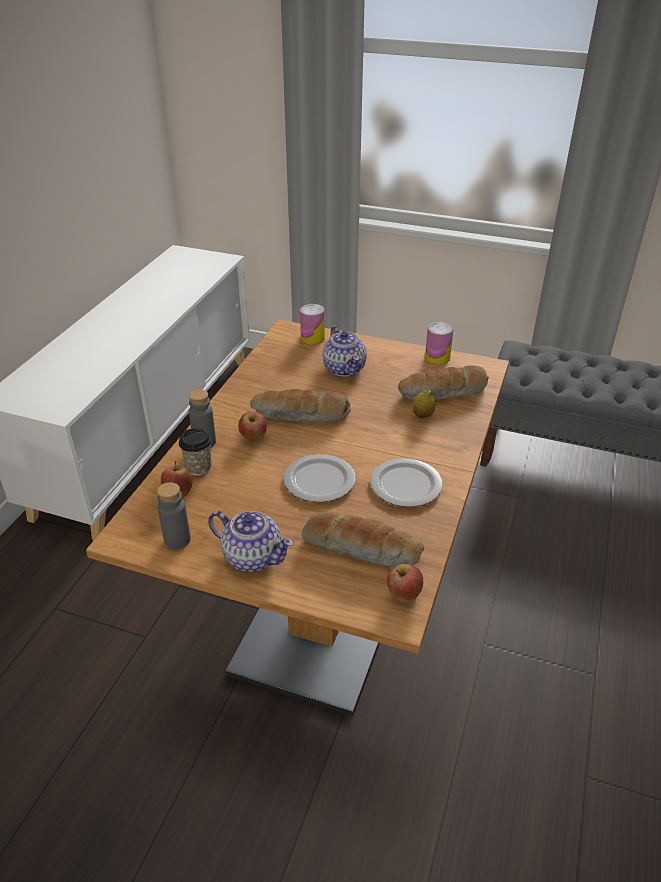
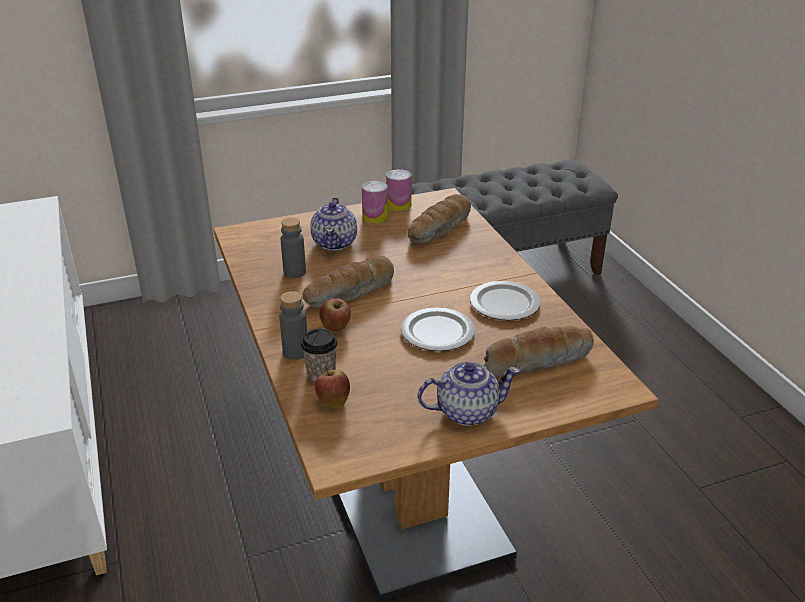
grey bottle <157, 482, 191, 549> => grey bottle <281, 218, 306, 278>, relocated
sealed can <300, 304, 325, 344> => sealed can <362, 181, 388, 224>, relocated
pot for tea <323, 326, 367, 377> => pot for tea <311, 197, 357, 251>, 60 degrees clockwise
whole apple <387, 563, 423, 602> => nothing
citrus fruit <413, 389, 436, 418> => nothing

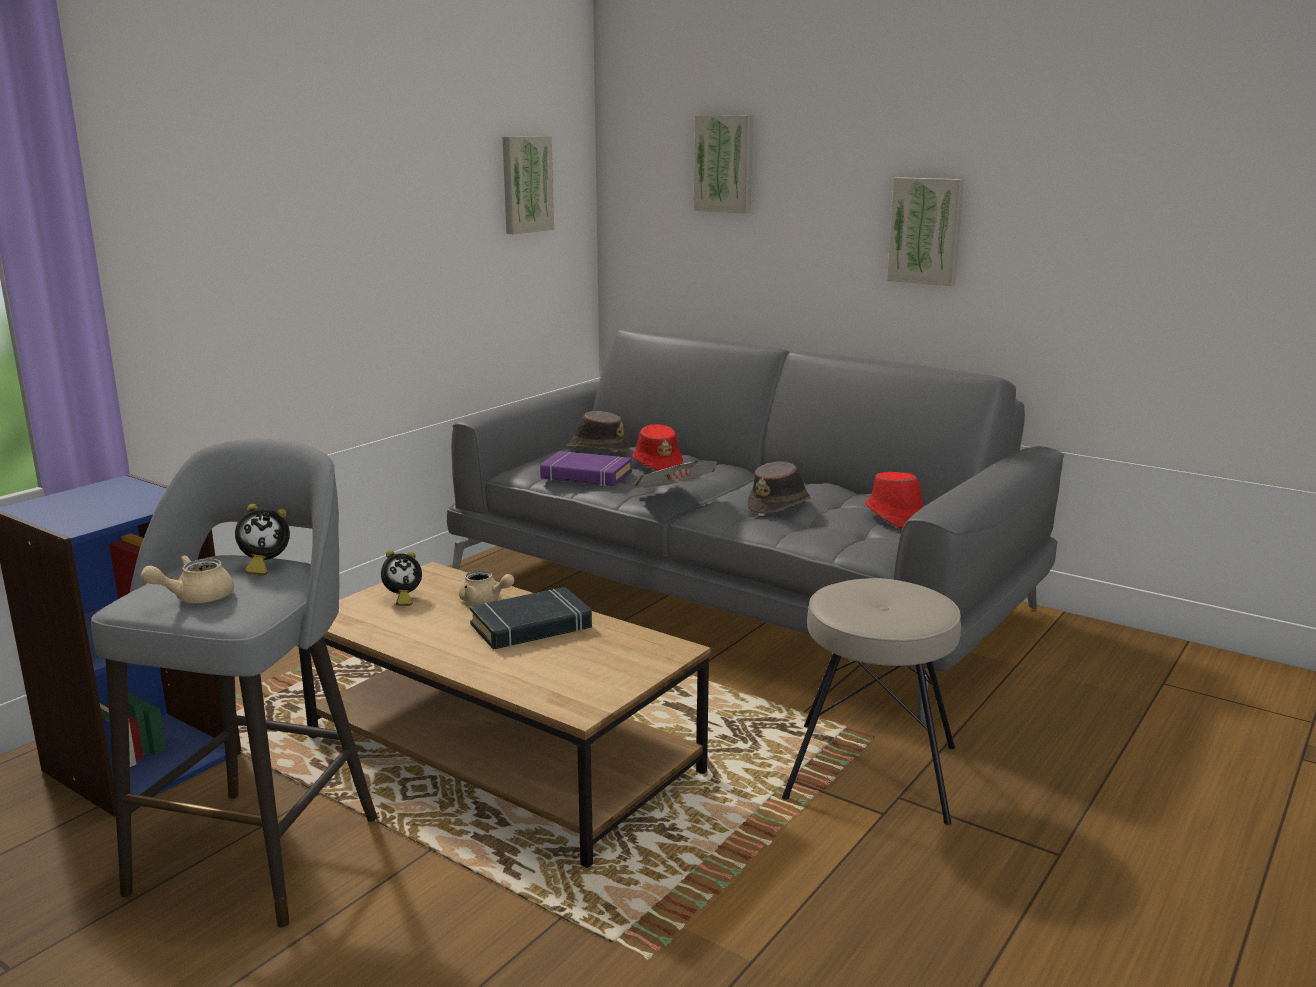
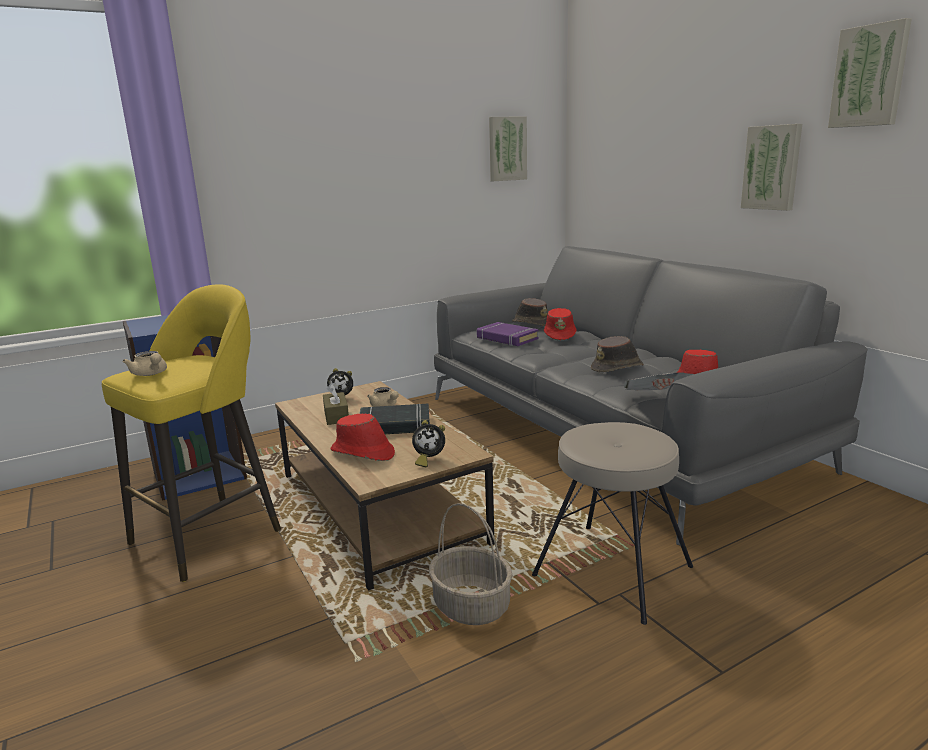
grey sitting stool <91, 437, 377, 928> => yellow-coloured sitting stool <102, 284, 281, 582>
sand-coloured pot for tea <141, 555, 234, 603> => sand-coloured pot for tea <123, 351, 167, 376>, 120 degrees counterclockwise
alarm clock <235, 504, 290, 576> => alarm clock <412, 420, 445, 467>, relocated
daily paper <633, 460, 718, 488> => daily paper <624, 372, 694, 390>, relocated
wall picture <694, 115, 753, 213> => wall picture <828, 18, 912, 128>, relocated
nothing => brown box of tissues <323, 384, 349, 425>
nothing => red clothing hat <331, 414, 395, 461>
nothing => storage basket <429, 503, 513, 625>

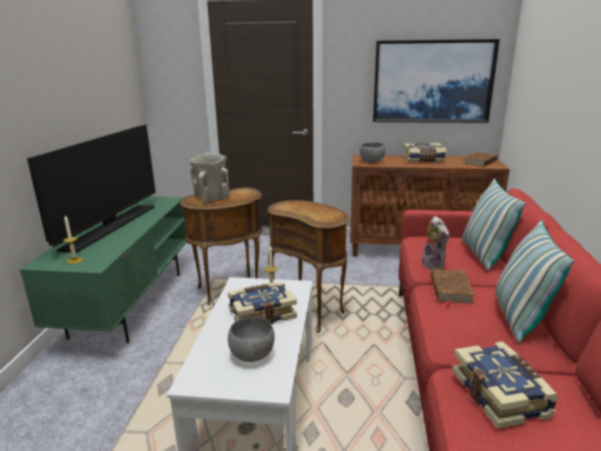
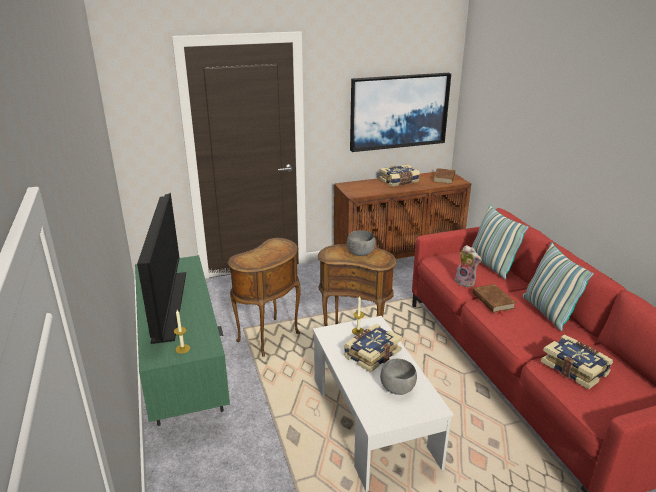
sand-coloured flower vase <190, 152, 229, 204> => nothing
grey bowl <360, 143, 385, 163> => grey bowl <347, 230, 376, 256>, relocated

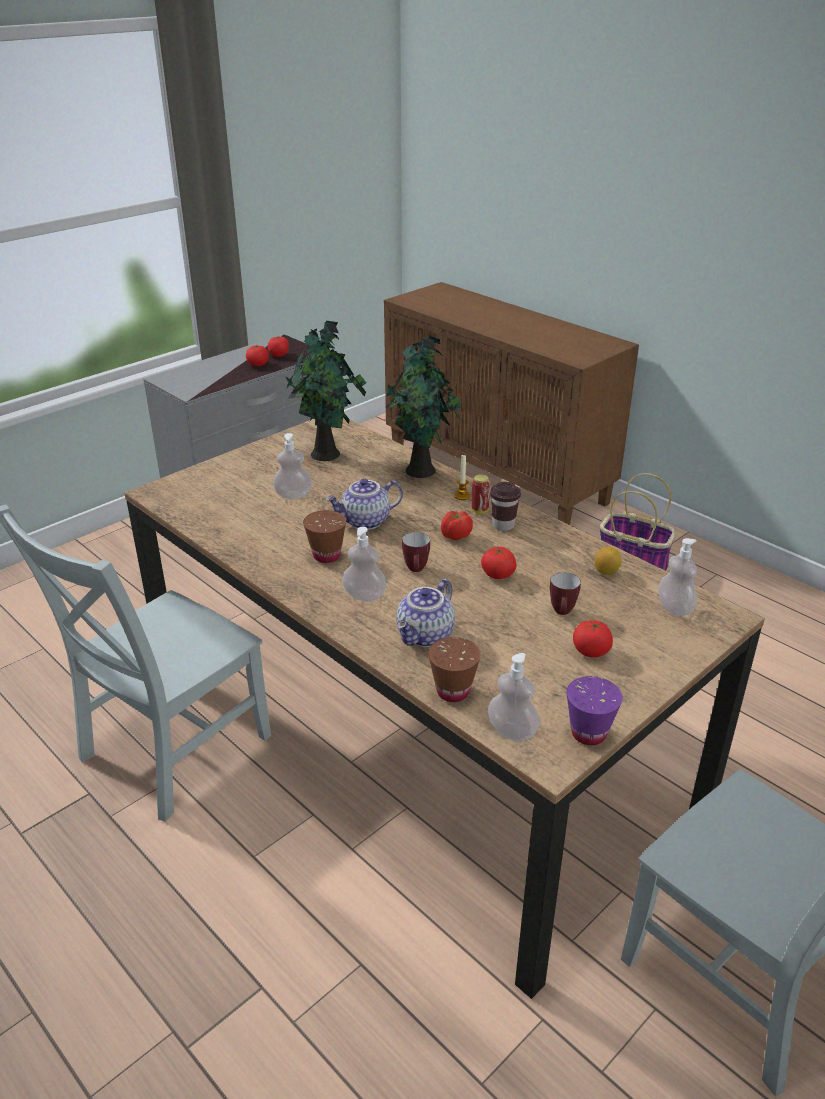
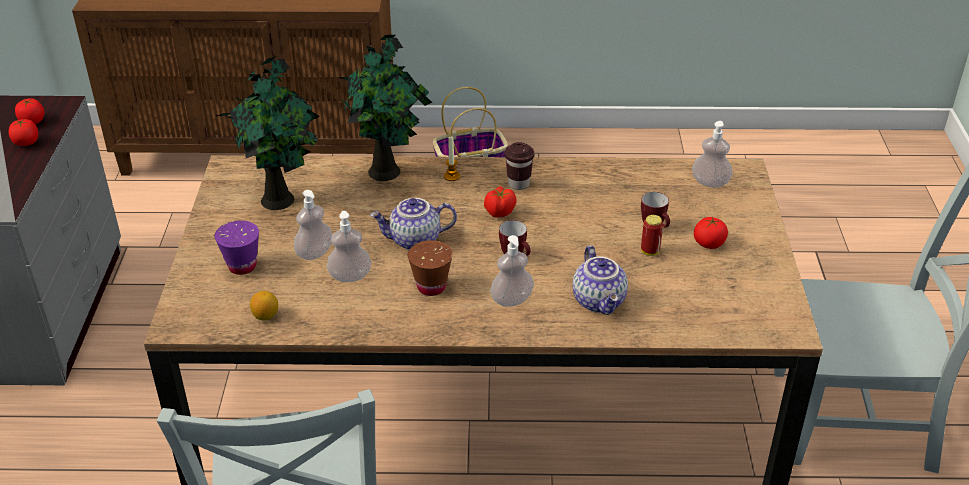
pot for tea <326, 479, 403, 530> => pot for tea <370, 198, 457, 250>, 60 degrees clockwise
brown cup <428, 637, 481, 702> => nothing
sealed can <471, 474, 490, 514> => sealed can <641, 215, 663, 256>, relocated
whole tomato <481, 547, 516, 579> => nothing
liquid soap bottle <488, 653, 540, 741> => liquid soap bottle <327, 211, 371, 282>, relocated
purple-coloured cup <566, 676, 623, 745> => purple-coloured cup <215, 220, 259, 275>, relocated
citrus fruit <594, 547, 622, 575> => citrus fruit <250, 291, 278, 321>, relocated

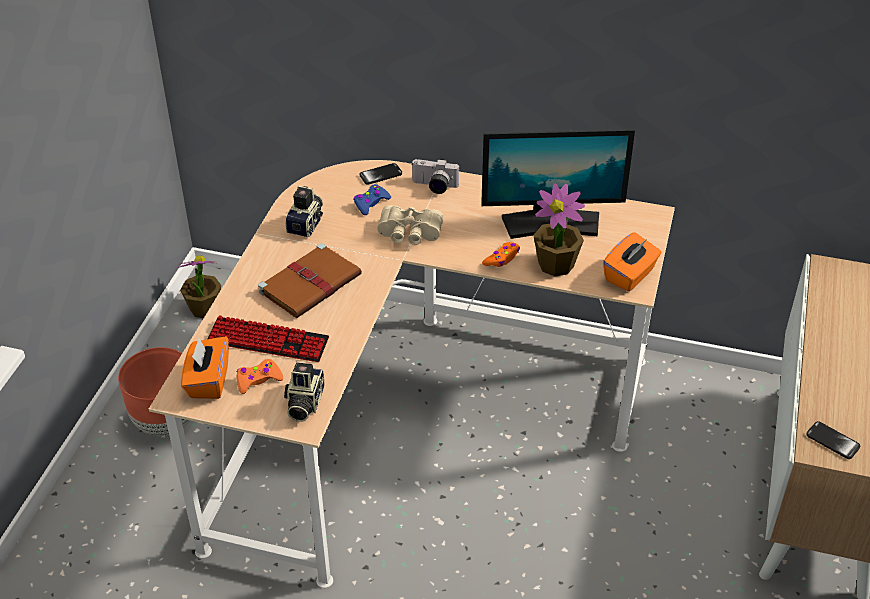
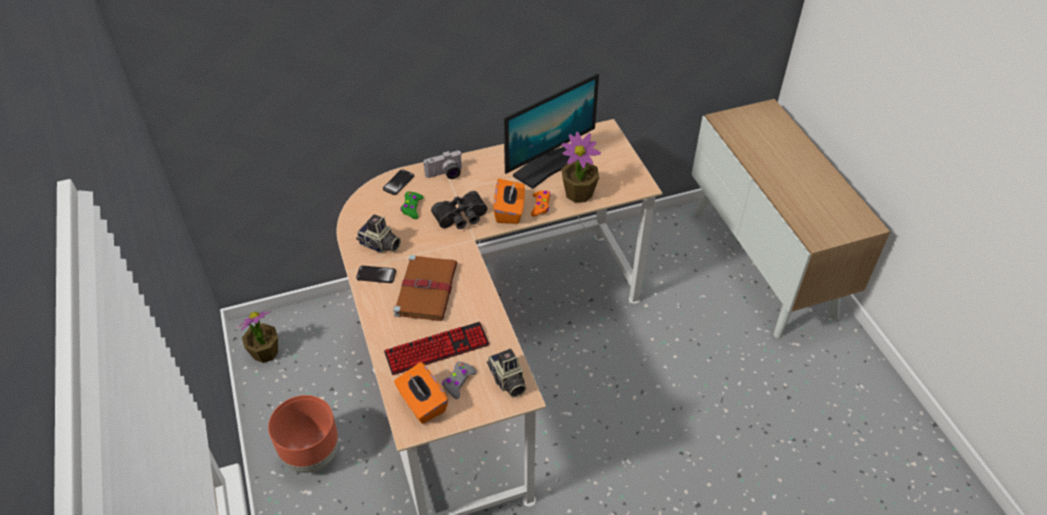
orange joypad <236, 359, 283, 394> => grey joypad <442, 362, 477, 399>
photo camera <285, 186, 323, 237> => photo camera <356, 214, 401, 254>, 135 degrees clockwise
bluish joypad <354, 184, 391, 215> => green-coloured joypad <401, 191, 424, 219>
sand-coloured binoculars <377, 205, 444, 245> => black-coloured binoculars <431, 191, 487, 229>
orange box of tissues <603, 232, 661, 292> => orange box of tissues <494, 178, 525, 224>, relocated
telephone <806, 421, 860, 459> => telephone <356, 266, 396, 283>, relocated

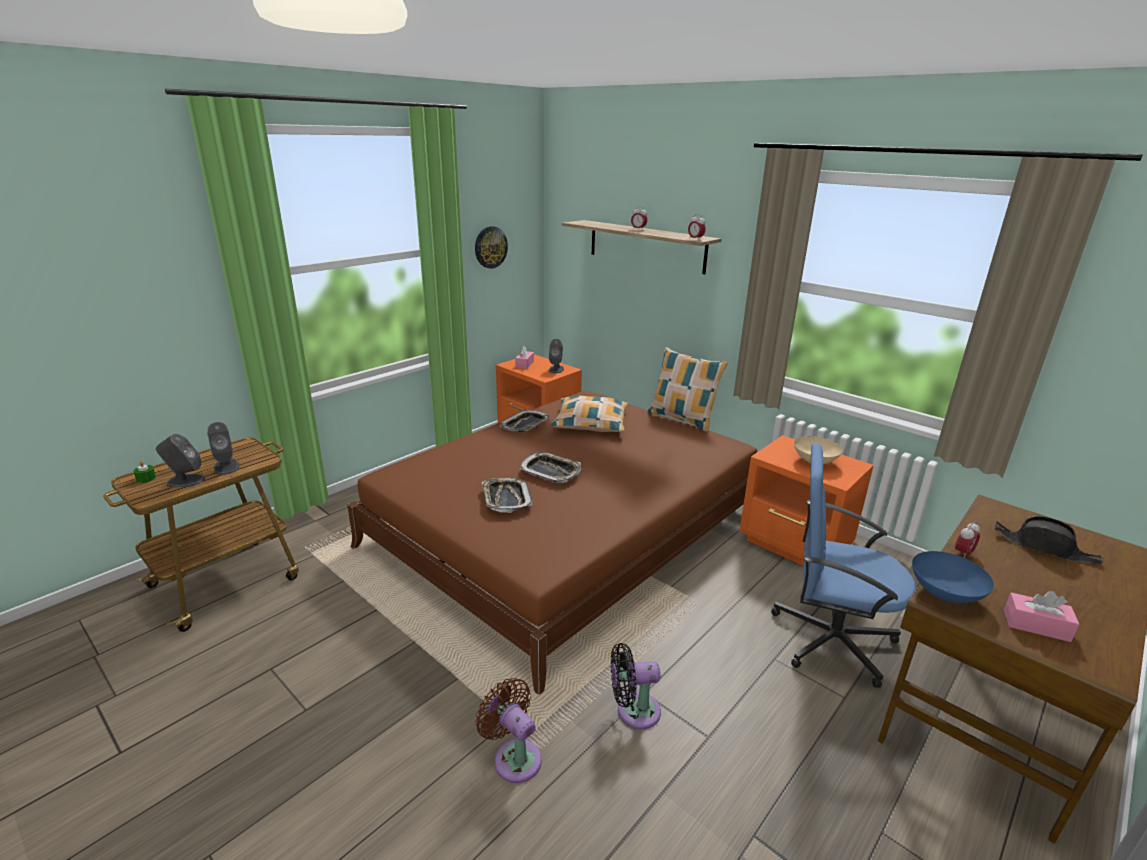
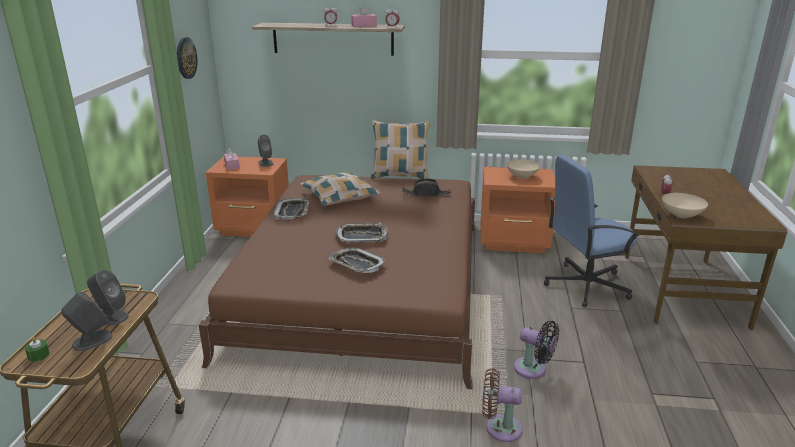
black-coloured fan <611, 643, 661, 729> => black-coloured fan <514, 321, 559, 379>, 105 degrees counterclockwise
bluish bowl <912, 551, 994, 603> => sand-coloured bowl <662, 193, 708, 218>
black-coloured clothing hat <993, 516, 1103, 563> => black-coloured clothing hat <402, 178, 451, 197>, relocated
pinkish box of tissues <1004, 591, 1080, 642> => pinkish box of tissues <351, 5, 377, 27>, relocated

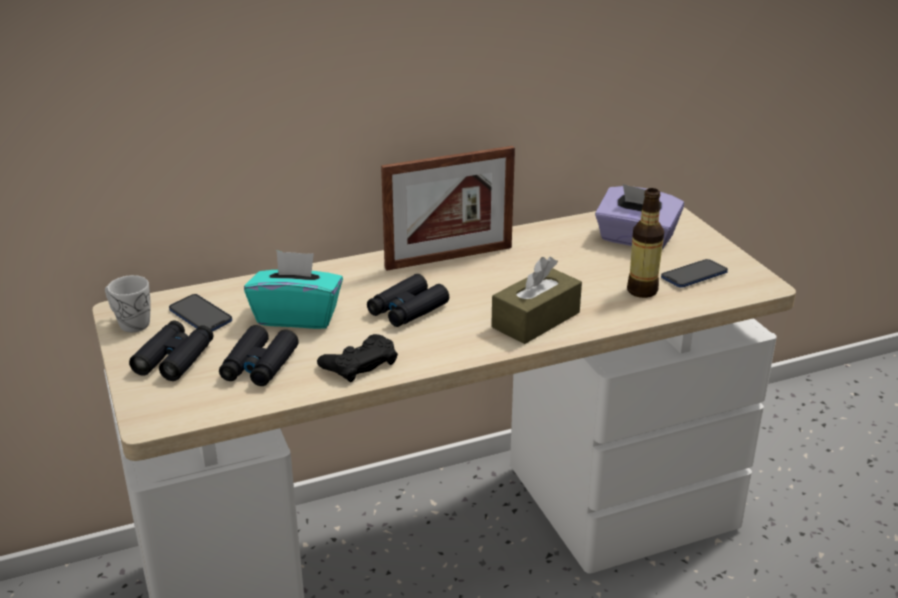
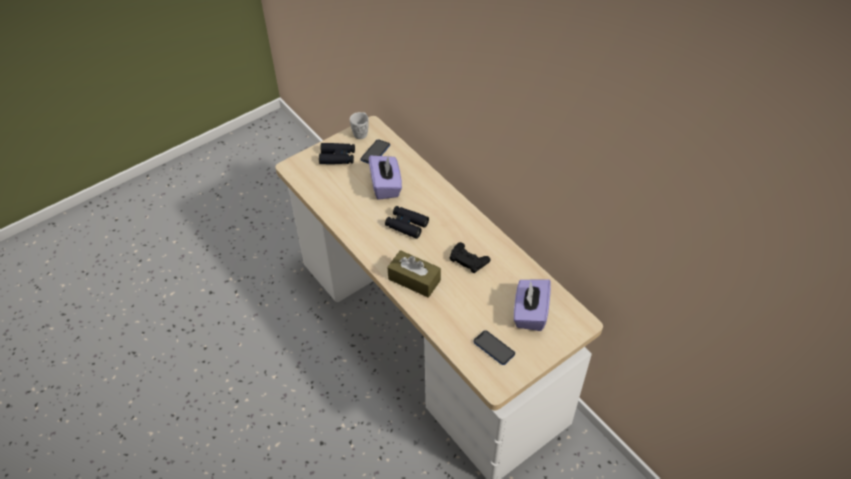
black-coloured binoculars <219, 325, 299, 386> => nothing
turquoise-coloured box of tissues <244, 251, 343, 329> => purple-coloured box of tissues <369, 155, 402, 200>
black-coloured joypad <317, 334, 398, 382> => black-coloured joypad <449, 242, 490, 273>, relocated
standing frame <381, 146, 515, 271> => nothing
bottle <627, 188, 664, 298> => nothing

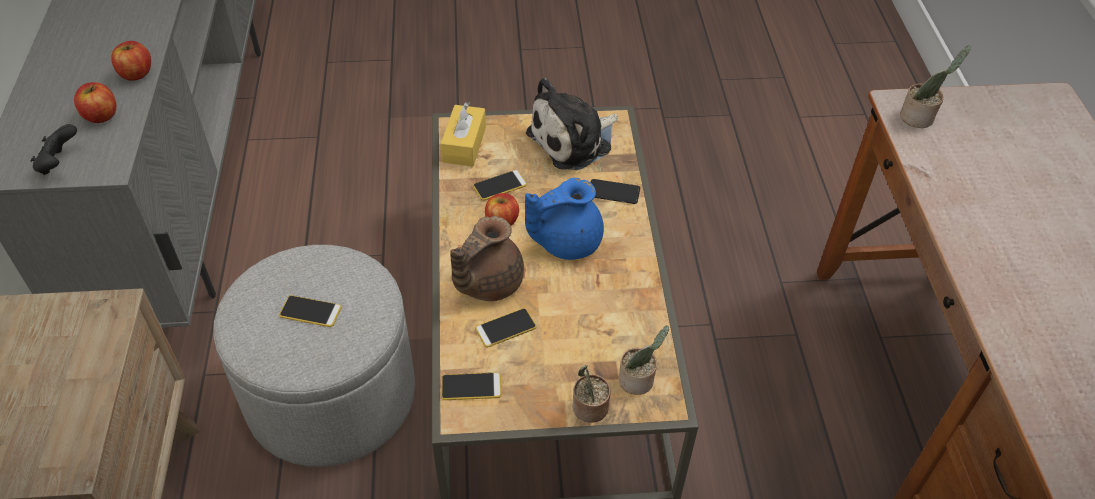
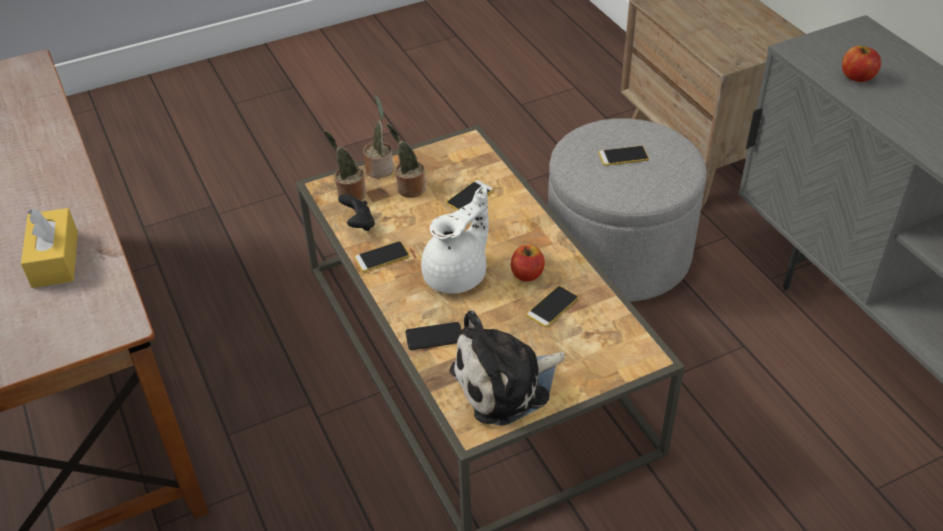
black-coloured joypad <30, 124, 77, 175> => black-coloured joypad <338, 194, 375, 231>, relocated
whole apple <111, 41, 151, 81> => nothing
yellow-coloured box of tissues <441, 102, 486, 167> => yellow-coloured box of tissues <21, 208, 78, 288>, relocated
telephone <441, 372, 501, 400> => telephone <354, 241, 410, 272>, relocated
brown pot for tea <450, 216, 524, 301> => nothing
bluish pot for tea <525, 178, 604, 260> => whitish pot for tea <421, 185, 489, 294>
plush toy <526, 78, 618, 170> => plush toy <449, 310, 565, 426>, 150 degrees counterclockwise
houseplant <900, 45, 971, 128> => houseplant <387, 124, 426, 198>, relocated

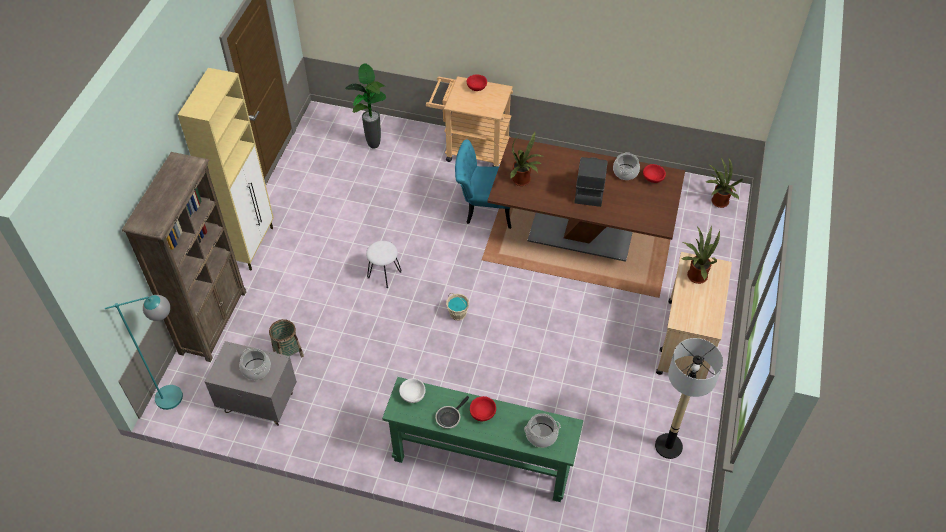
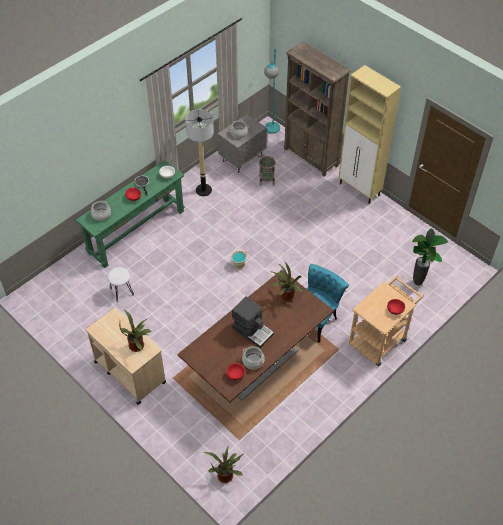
whitish sitting stool <366, 241, 402, 288> => whitish sitting stool <107, 267, 134, 302>, relocated
floor lamp <655, 338, 723, 459> => floor lamp <185, 109, 214, 196>, relocated

